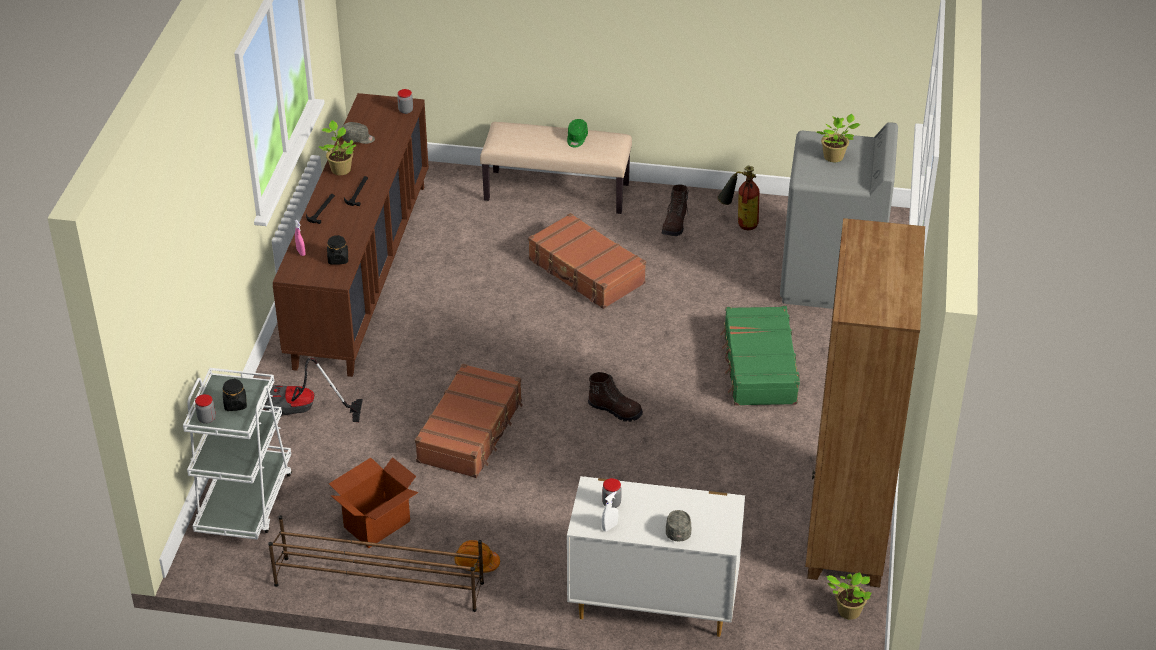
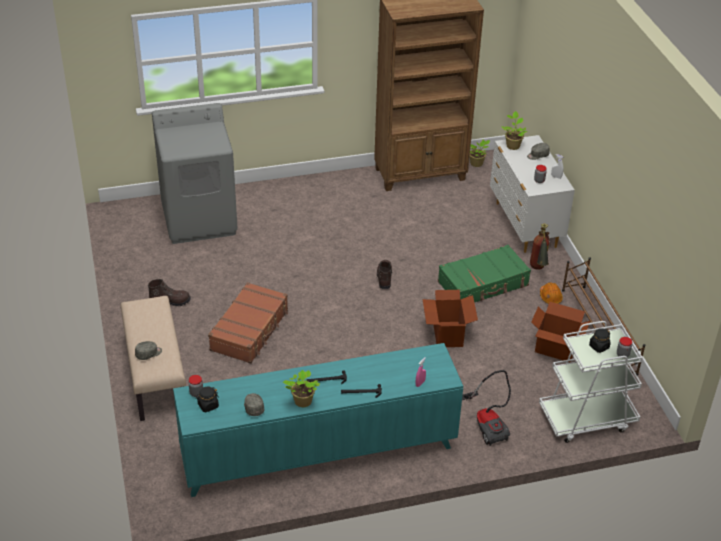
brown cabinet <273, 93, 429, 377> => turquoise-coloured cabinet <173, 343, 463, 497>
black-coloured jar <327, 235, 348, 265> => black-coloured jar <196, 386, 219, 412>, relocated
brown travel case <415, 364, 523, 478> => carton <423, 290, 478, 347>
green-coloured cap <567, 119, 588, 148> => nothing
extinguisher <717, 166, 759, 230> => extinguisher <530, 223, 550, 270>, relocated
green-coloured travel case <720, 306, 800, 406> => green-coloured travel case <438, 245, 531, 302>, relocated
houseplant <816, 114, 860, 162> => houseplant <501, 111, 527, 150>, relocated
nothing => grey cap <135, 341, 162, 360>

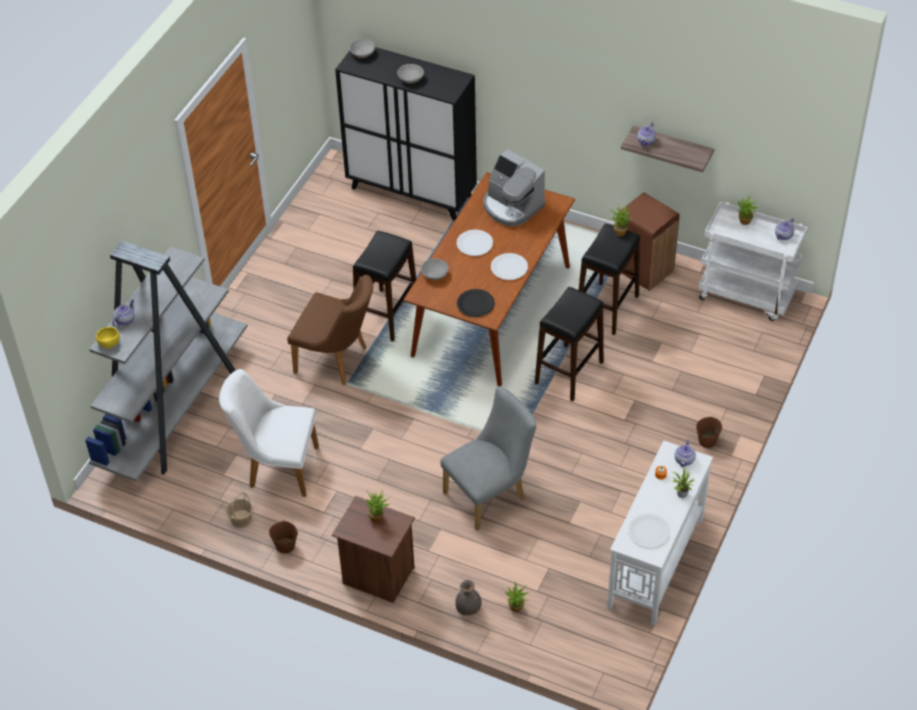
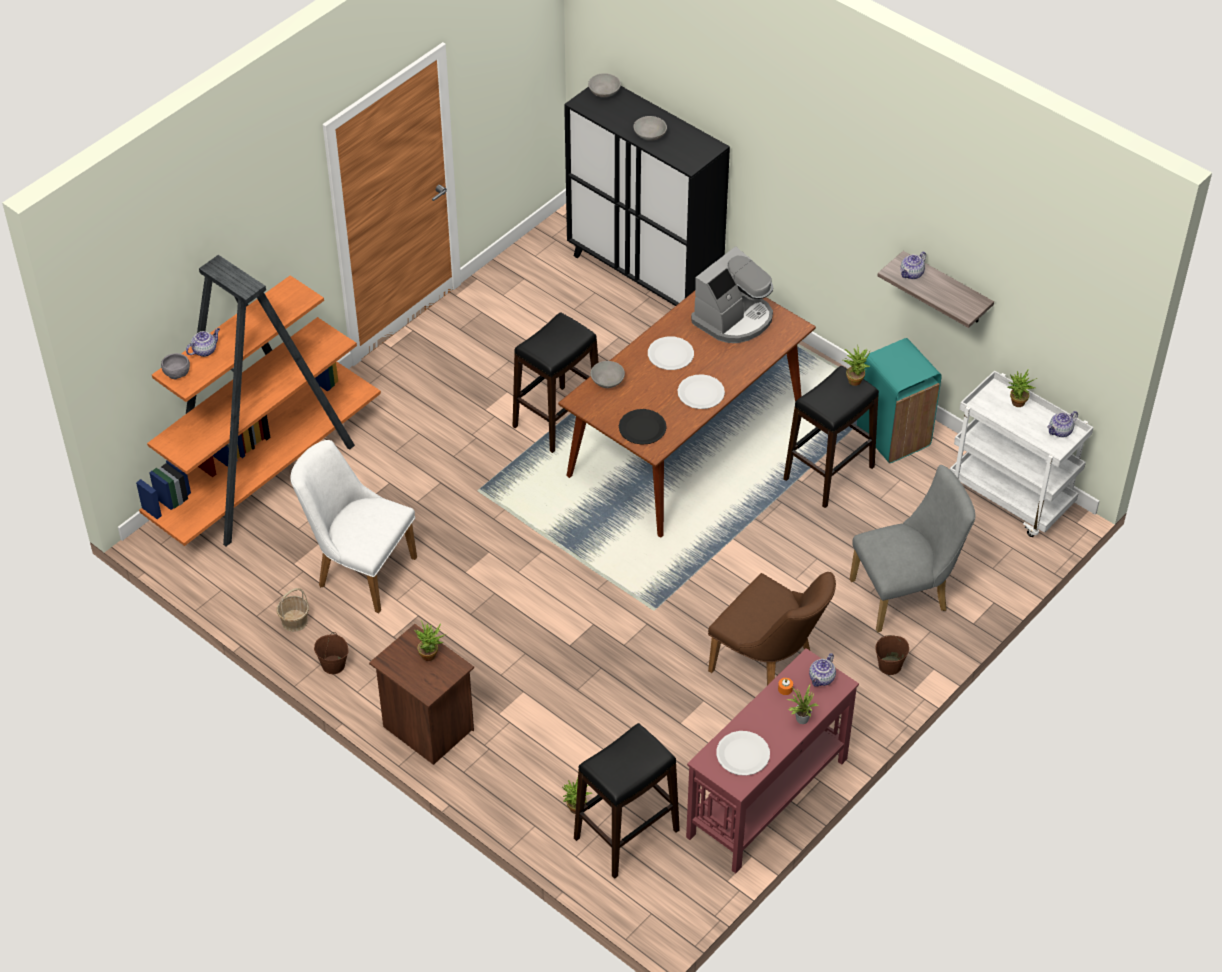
grey bookcase <85, 241, 248, 481> => orange bookcase <136, 255, 381, 547>
yellow-coloured bowl <96, 327, 120, 349> => grey bowl <161, 353, 190, 380>
brown upright chair <287, 275, 373, 385> => brown upright chair <708, 572, 836, 685>, relocated
grey upright chair <440, 387, 537, 531> => grey upright chair <850, 465, 976, 632>, relocated
grey flower vase <455, 580, 482, 616> => nothing
coffee brewer <483, 150, 545, 226> => coffee brewer <691, 246, 773, 343>, 105 degrees counterclockwise
black-coloured sitting stool <535, 287, 604, 402> => black-coloured sitting stool <574, 723, 680, 879>, relocated
whitish narrow table <607, 441, 713, 626> => red narrow table <686, 648, 859, 873>
brown rubbish bin <621, 193, 680, 291> => turquoise-coloured rubbish bin <857, 338, 942, 463>

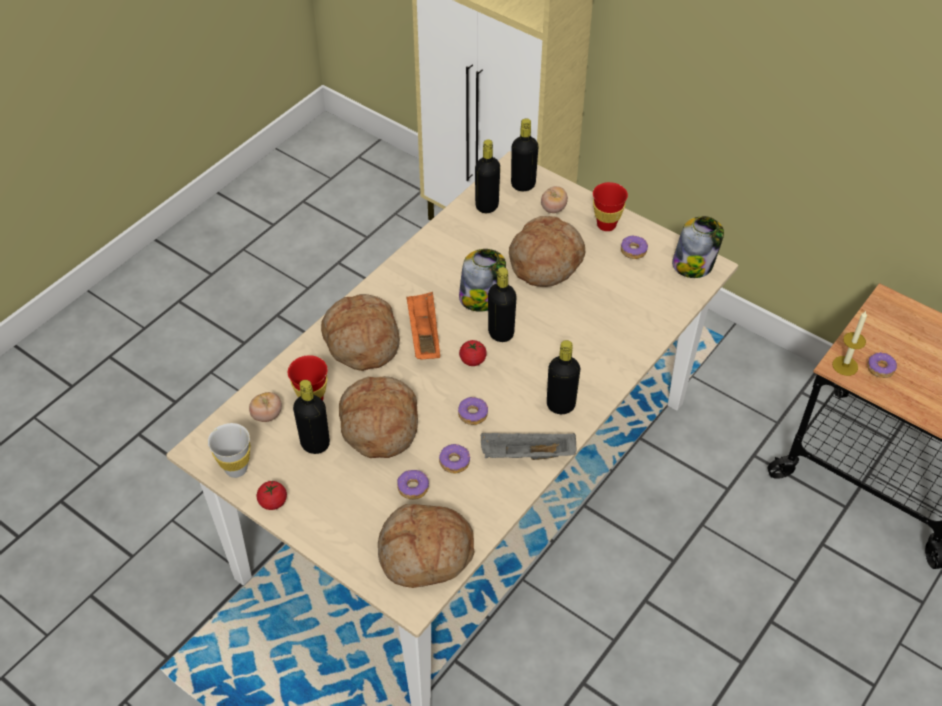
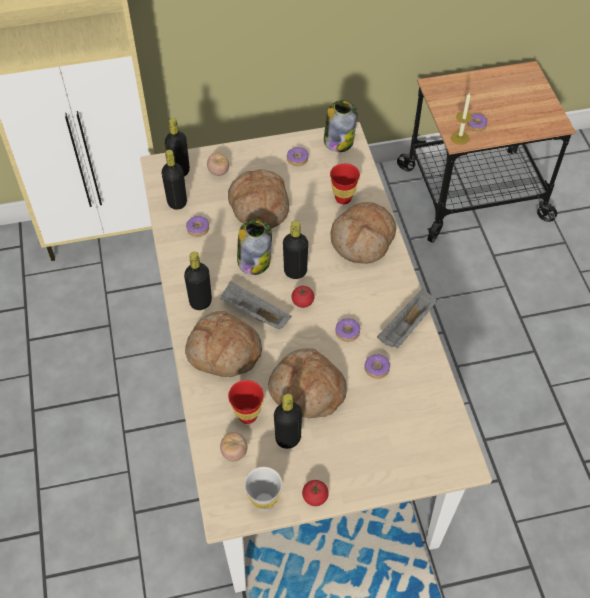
baked bread <378, 504, 475, 588> => baked bread <330, 202, 396, 264>, relocated
ring doughnut <397, 470, 429, 500> => ring doughnut <186, 215, 209, 237>, relocated
orange serving tray <406, 291, 440, 360> => grey serving tray <220, 281, 292, 329>
black-coloured bottle <547, 340, 580, 414> => black-coloured bottle <184, 252, 212, 310>, relocated
red cup <593, 182, 628, 231> => red cup <330, 163, 360, 204>, relocated

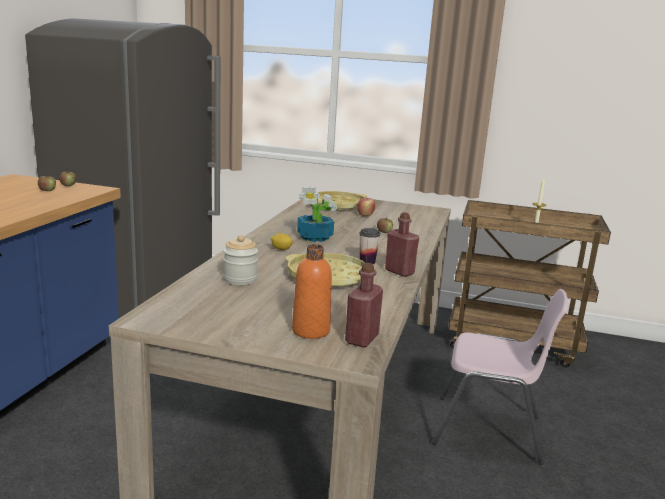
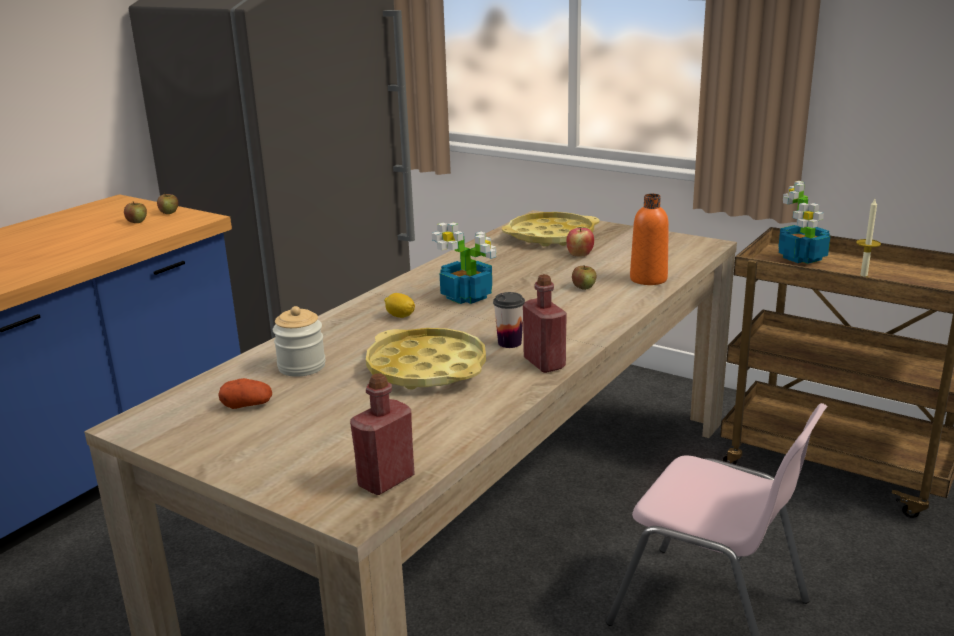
orange bottle <292, 244, 332, 339> => orange bottle <630, 194, 669, 285>, relocated
nothing => whole potato <218, 378, 272, 409>
nothing => houseplant <778, 181, 830, 264>

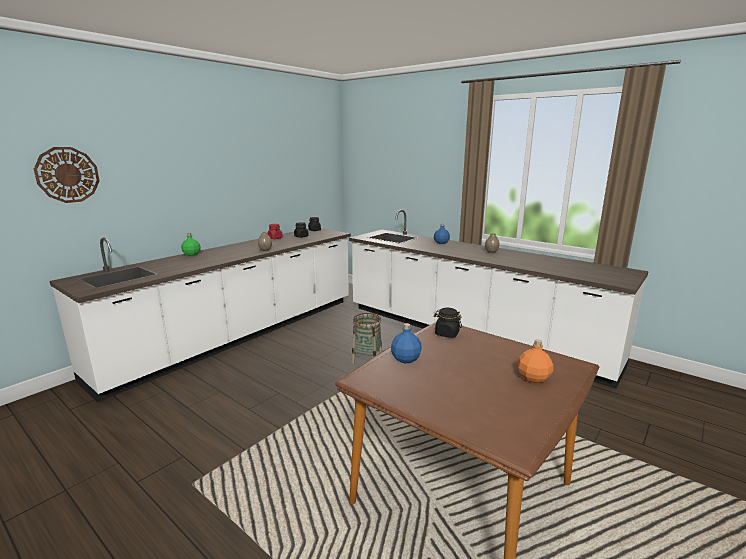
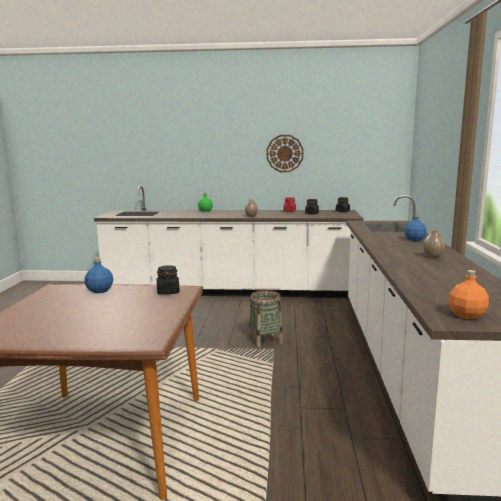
wall clock <34, 147, 100, 203> => wall clock <266, 135, 303, 172>, relocated
orange bottle <518, 339, 553, 383> => orange bottle <448, 270, 489, 319>, relocated

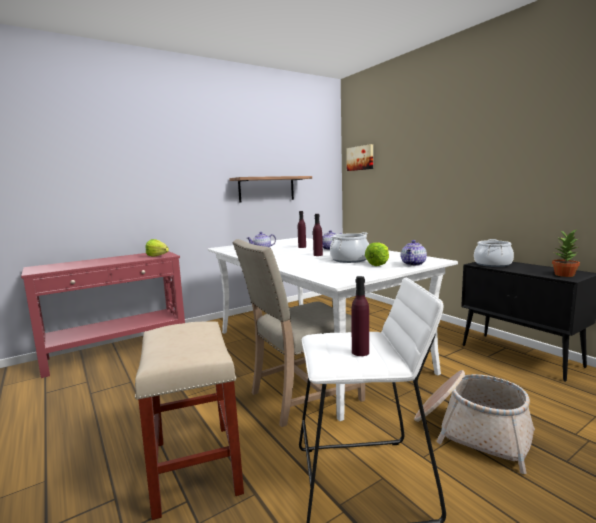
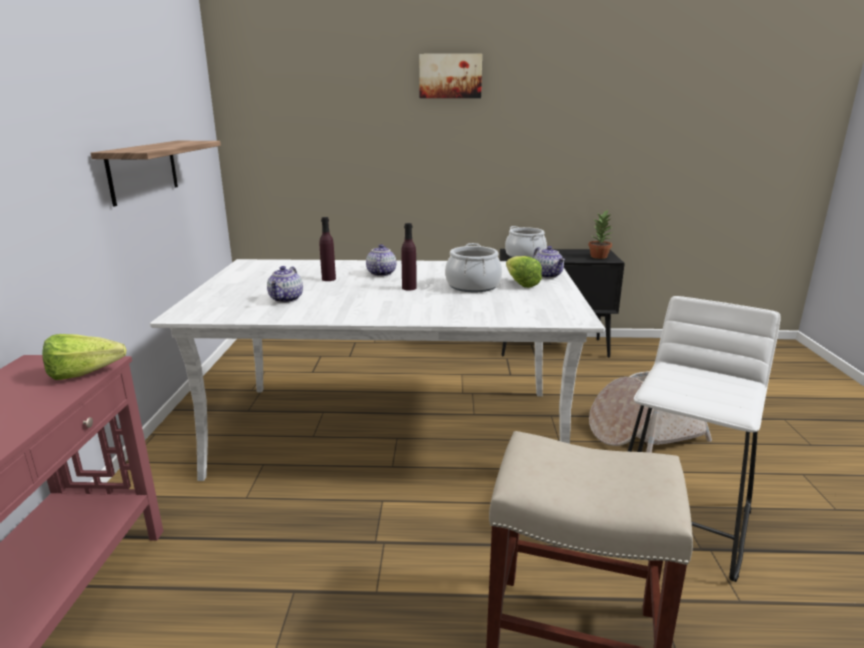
sand-coloured upright chair <232, 239, 365, 427> => nothing
wall picture <347, 144, 373, 171> => wall picture <419, 54, 482, 98>, relocated
purple-coloured bottle <351, 276, 369, 356> => nothing

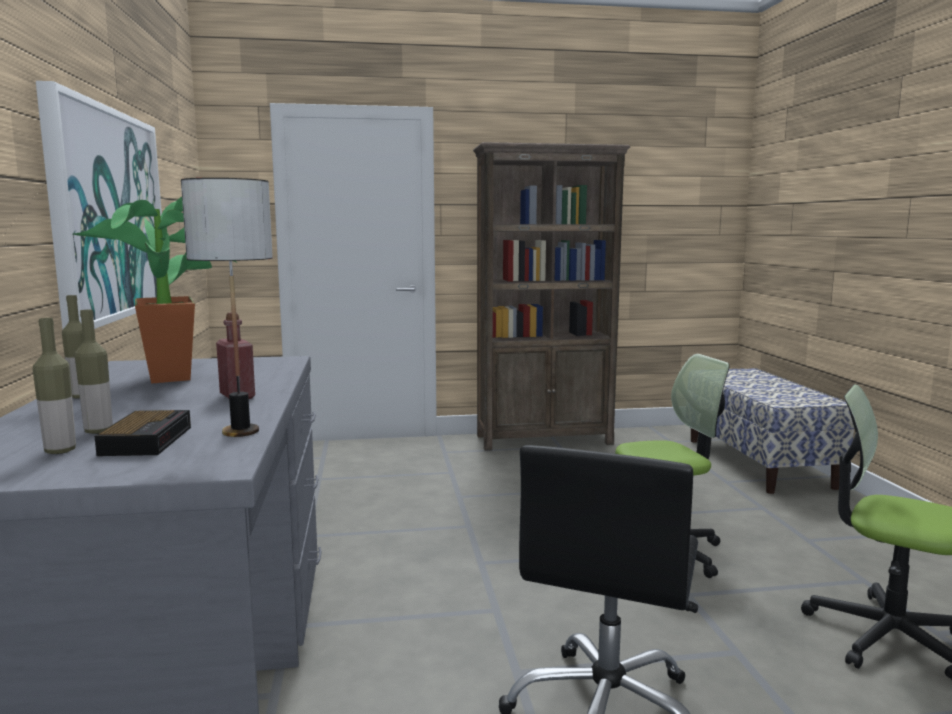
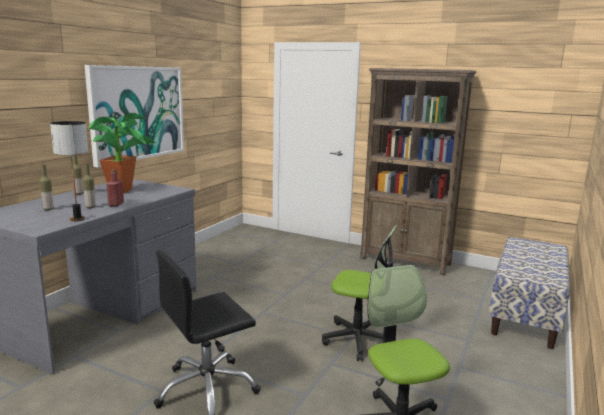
bottle <32, 318, 76, 454> => bottle <83, 164, 96, 208>, relocated
alarm clock <95, 410, 191, 456> => nothing

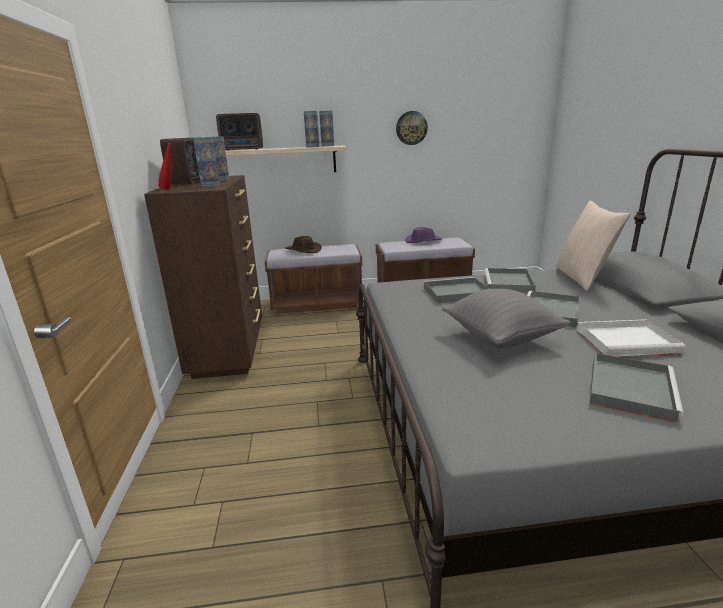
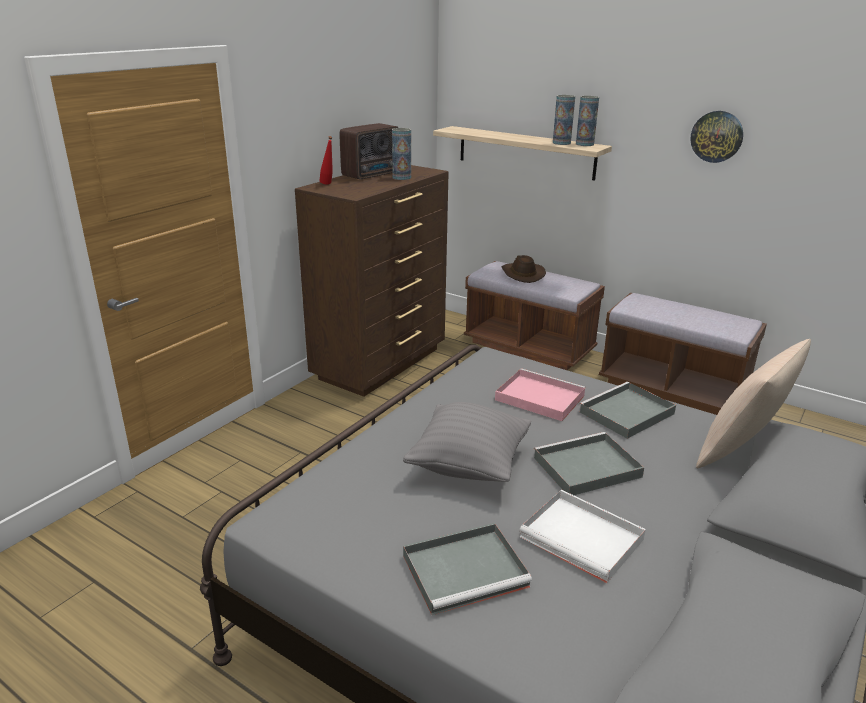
flower vase <193, 137, 220, 187> => nothing
radio <216, 113, 263, 151> => nothing
purple-coloured clothing hat <405, 227, 442, 243> => nothing
grey serving tray <424, 277, 489, 303> => pinkish serving tray <495, 368, 586, 421>

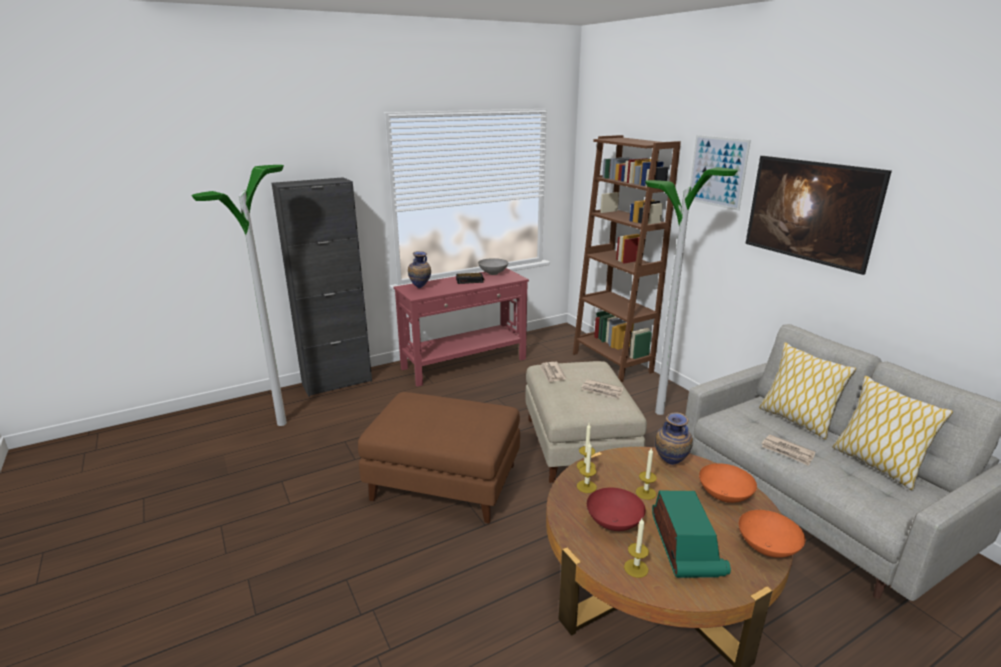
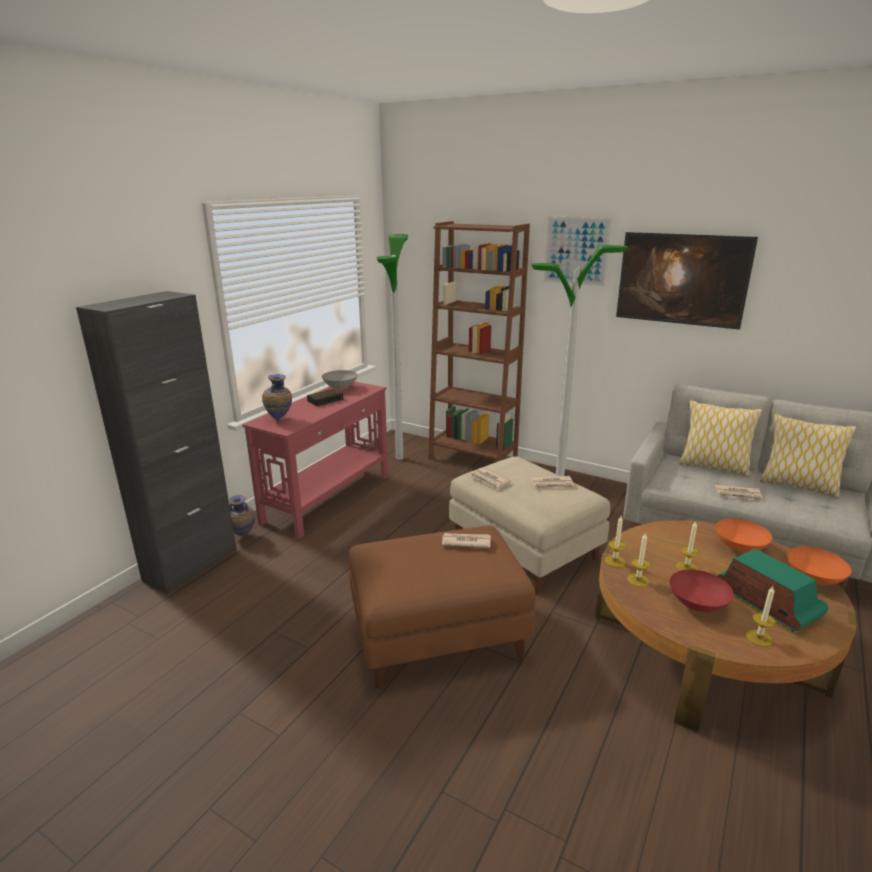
floor lamp <192, 165, 287, 426> => floor lamp <377, 234, 408, 460>, relocated
flower vase <655, 412, 693, 465> => flower vase <229, 495, 255, 536>, relocated
nothing => daily paper <442, 533, 491, 548>

